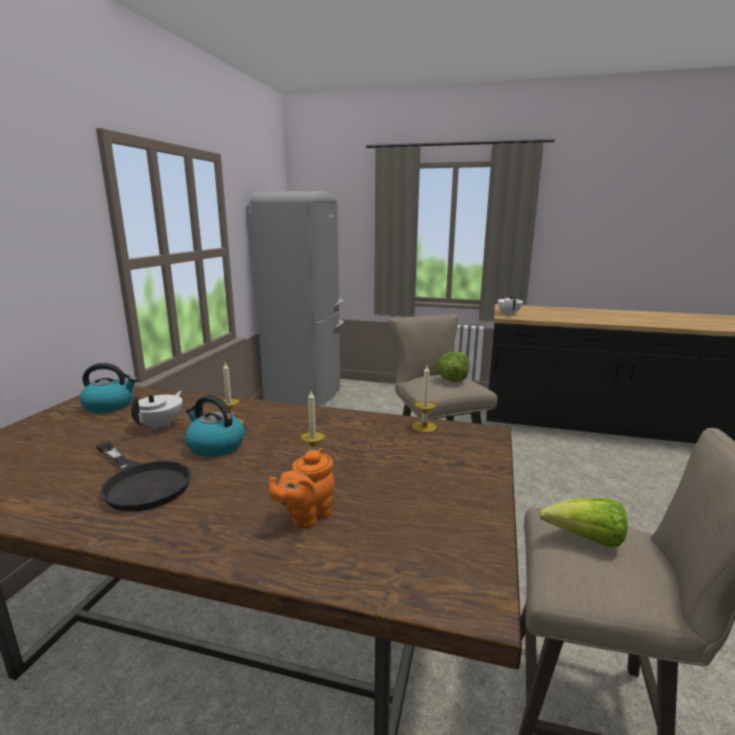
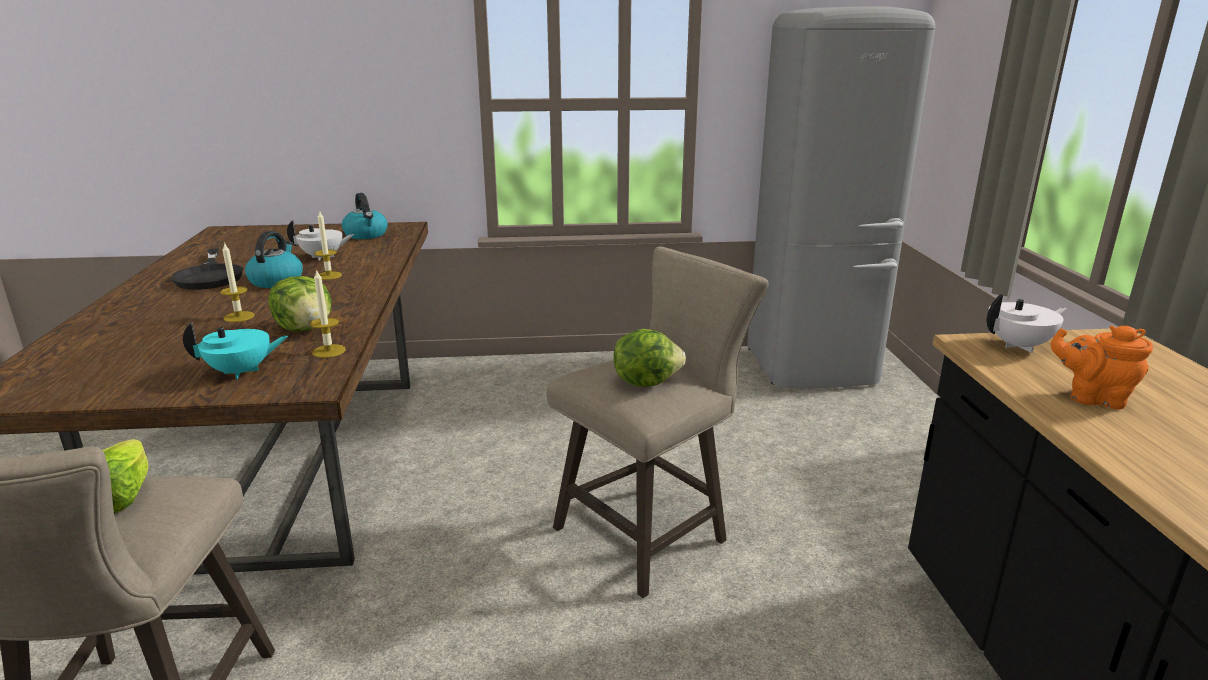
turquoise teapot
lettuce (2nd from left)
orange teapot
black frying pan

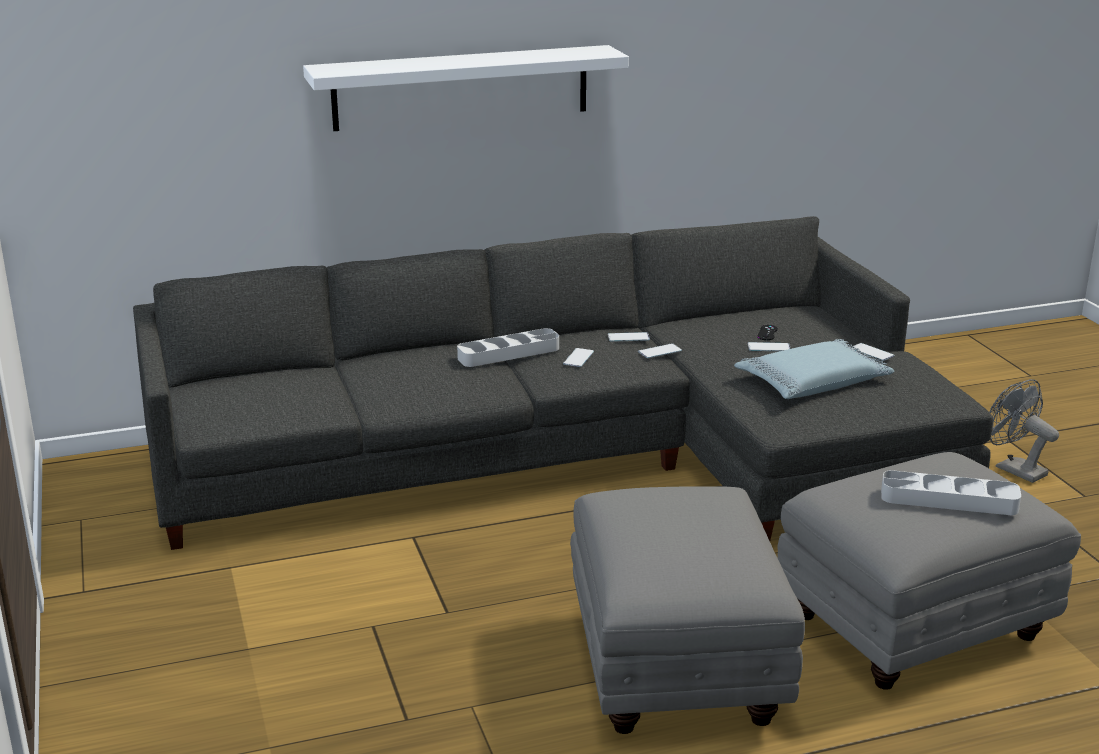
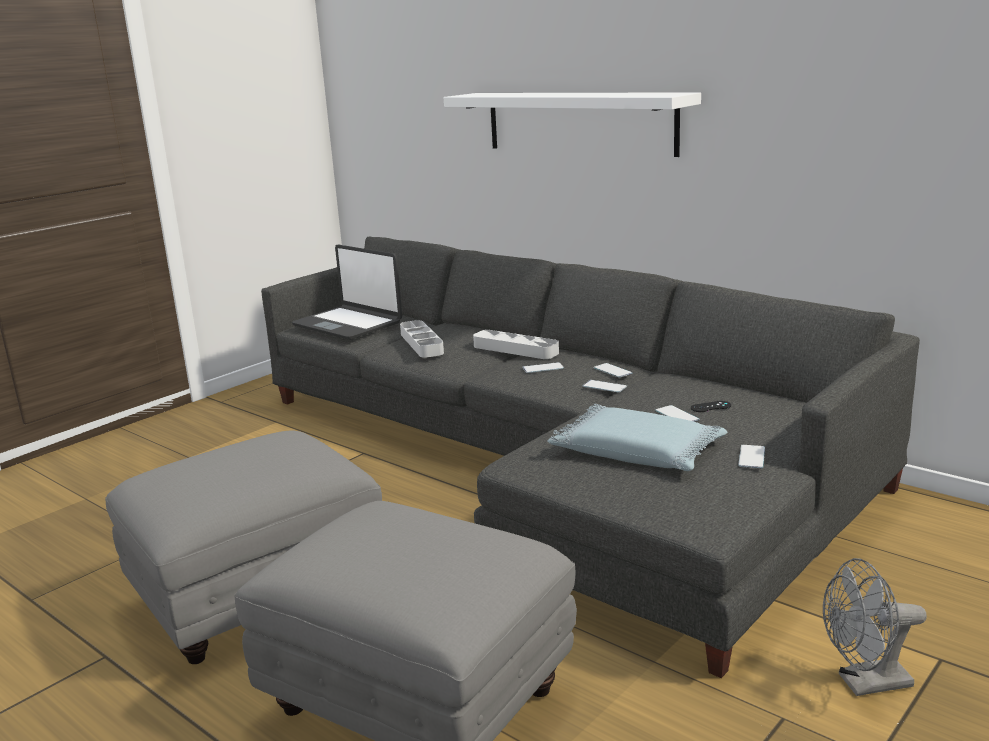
laptop
grey tray (1st from left)
grey fan

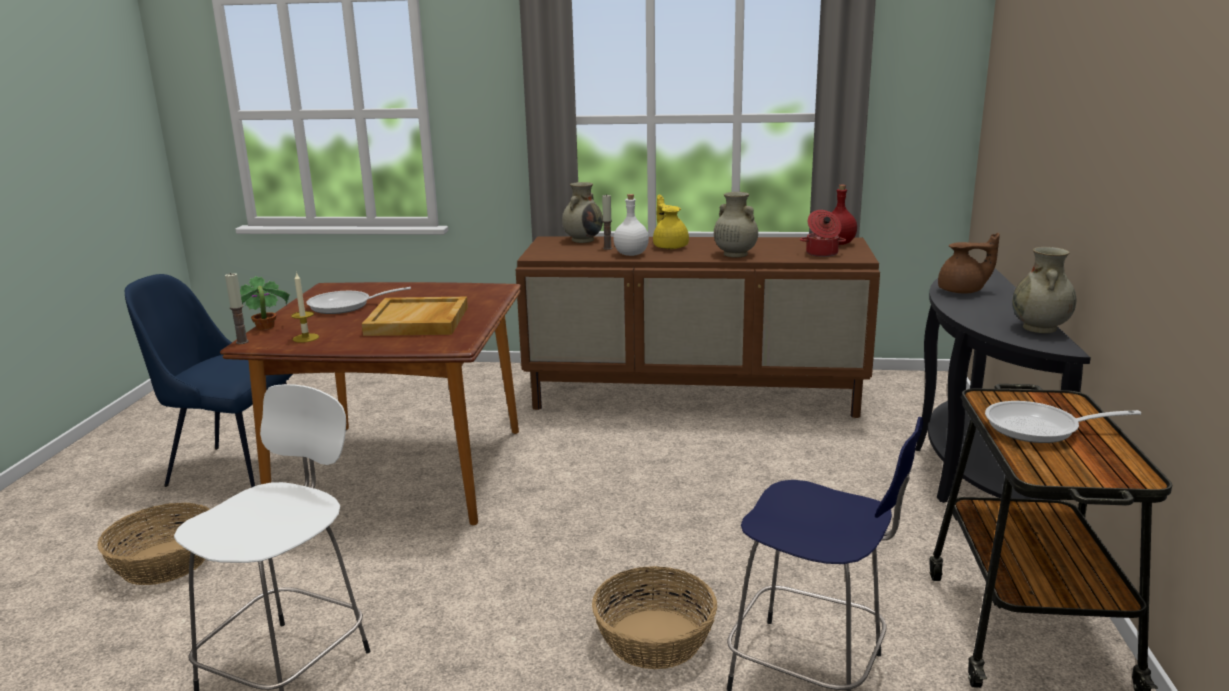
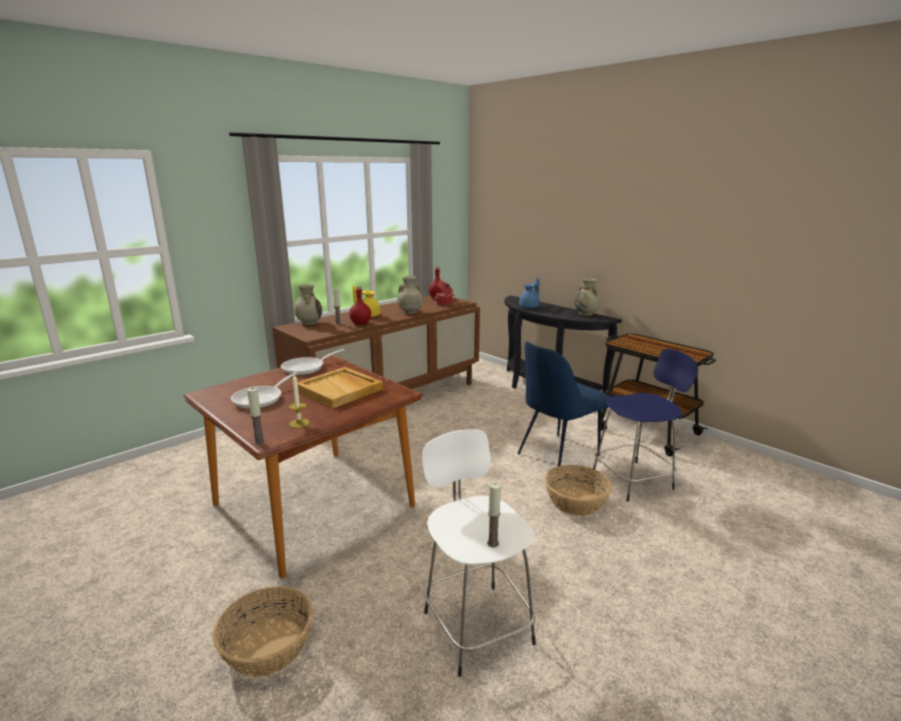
potted plant
candle (4th from left)
blue chair
frying pan (2nd from left)
red bottle (1st from left)
blue teapot

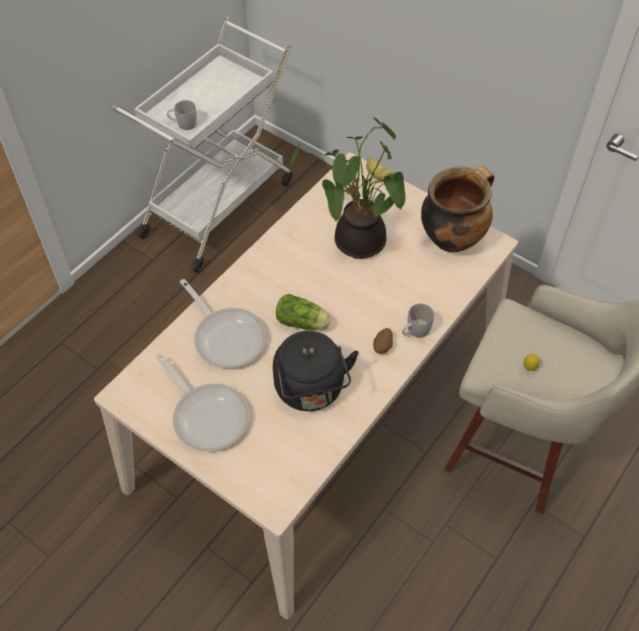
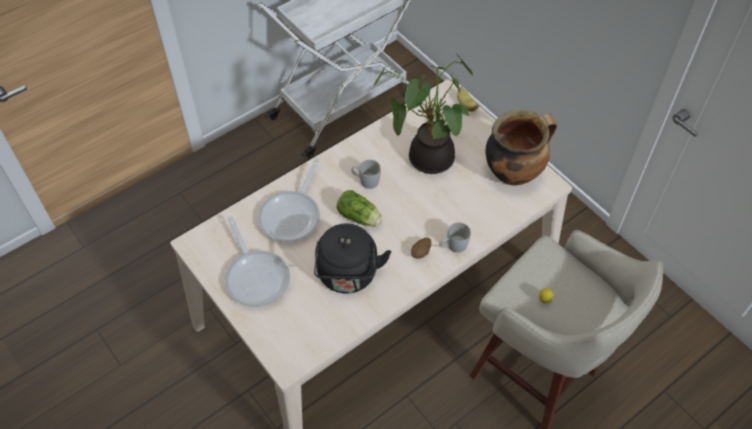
white mug (1st from left)
frying pan (2nd from left)

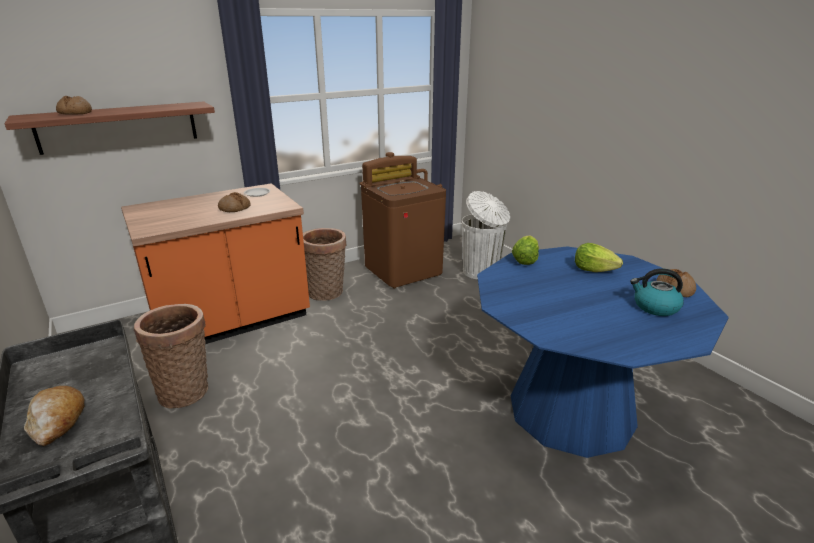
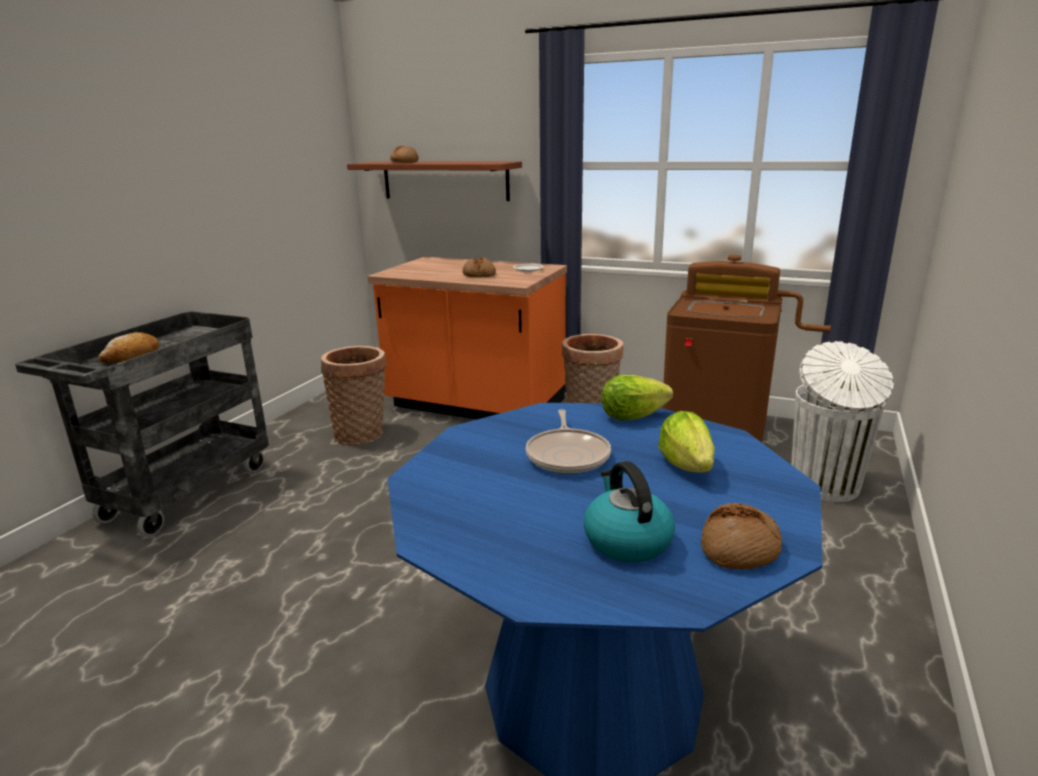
frying pan

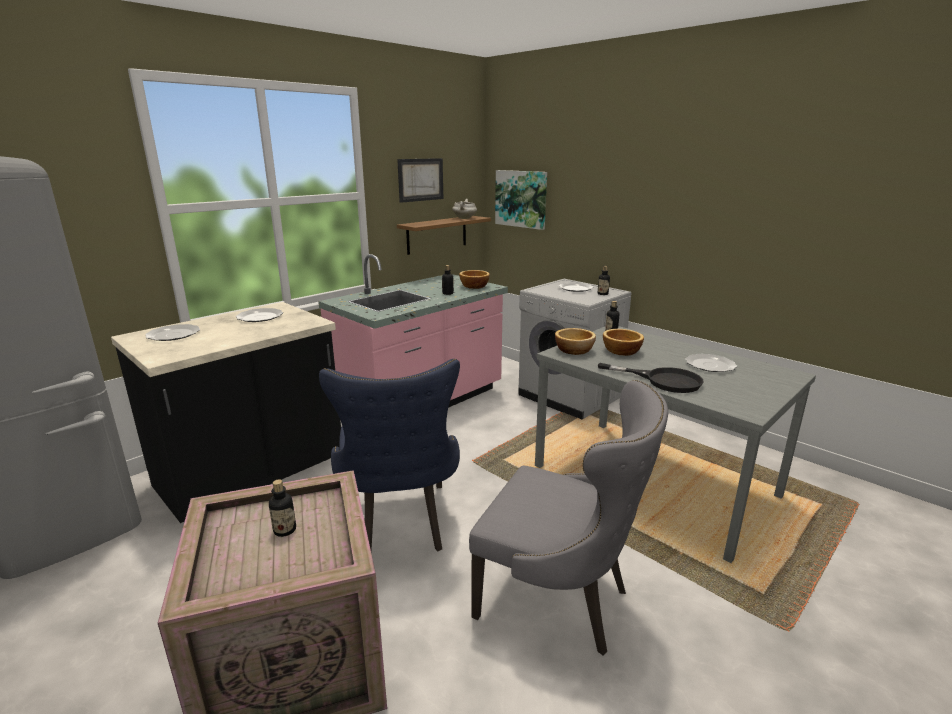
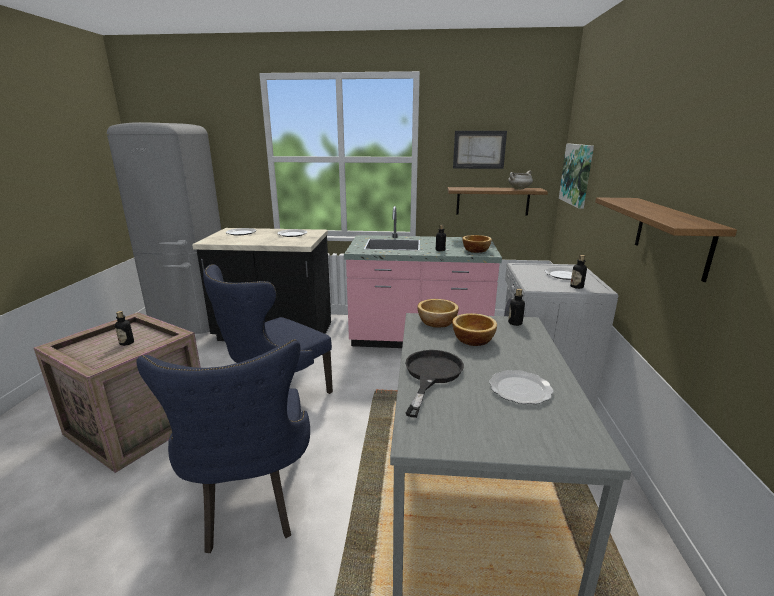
shelf (2nd from left)
blue chair (1st from left)
black frying pan

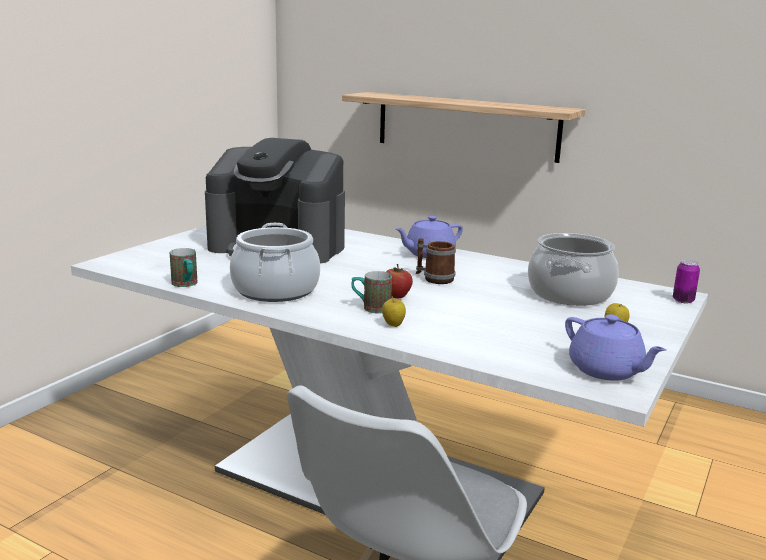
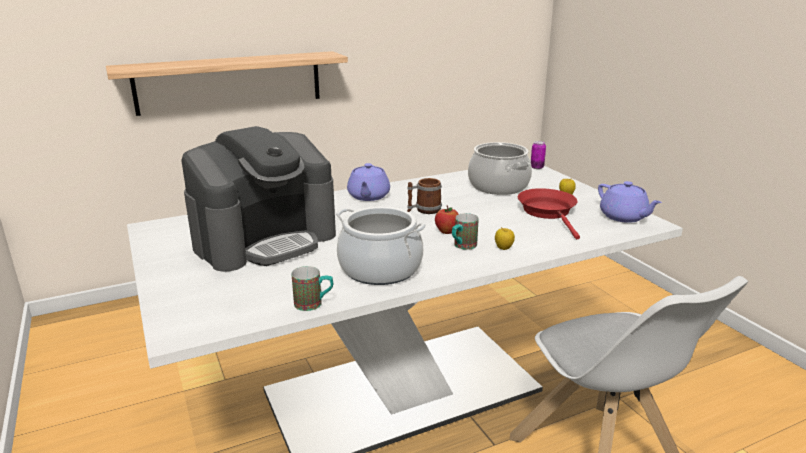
red frying pan
purple teapot (2nd from left)

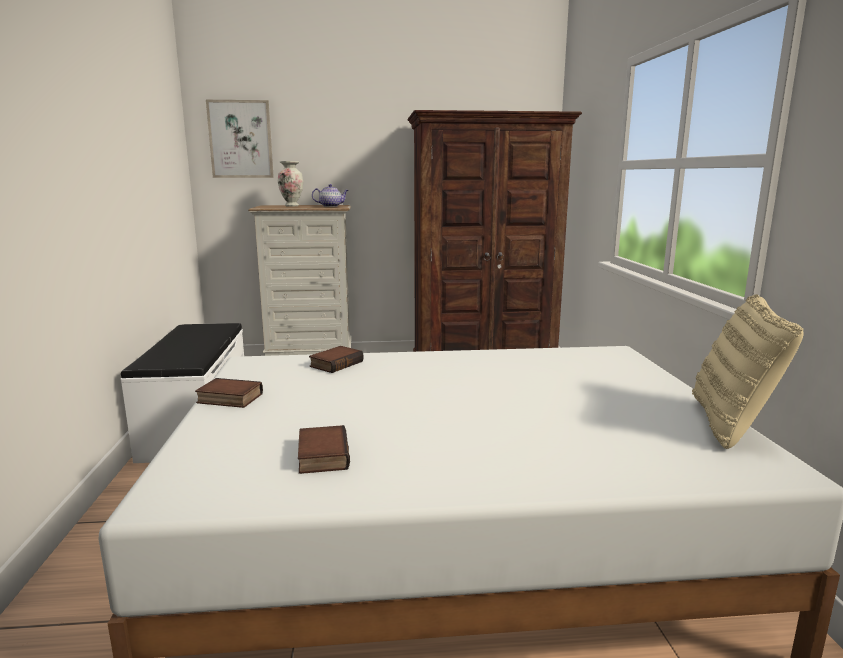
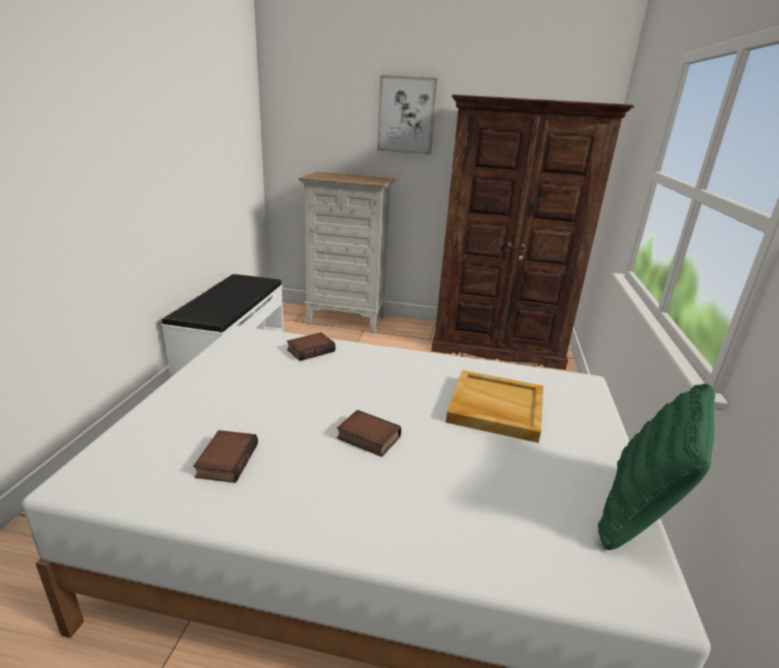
vase
teapot
beige tray
book (3rd from left)
picture
green pillow

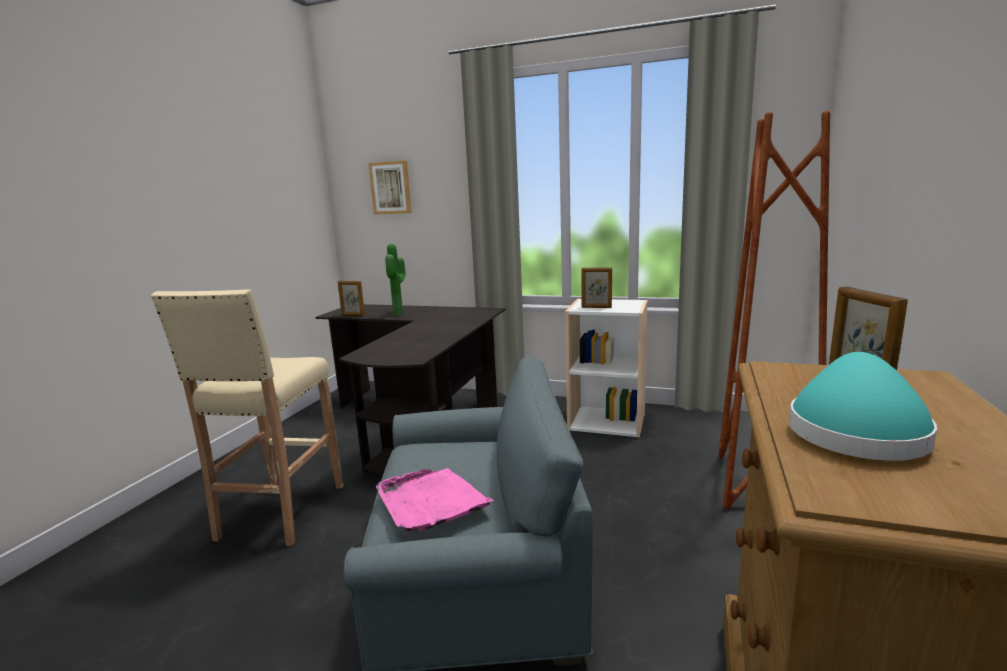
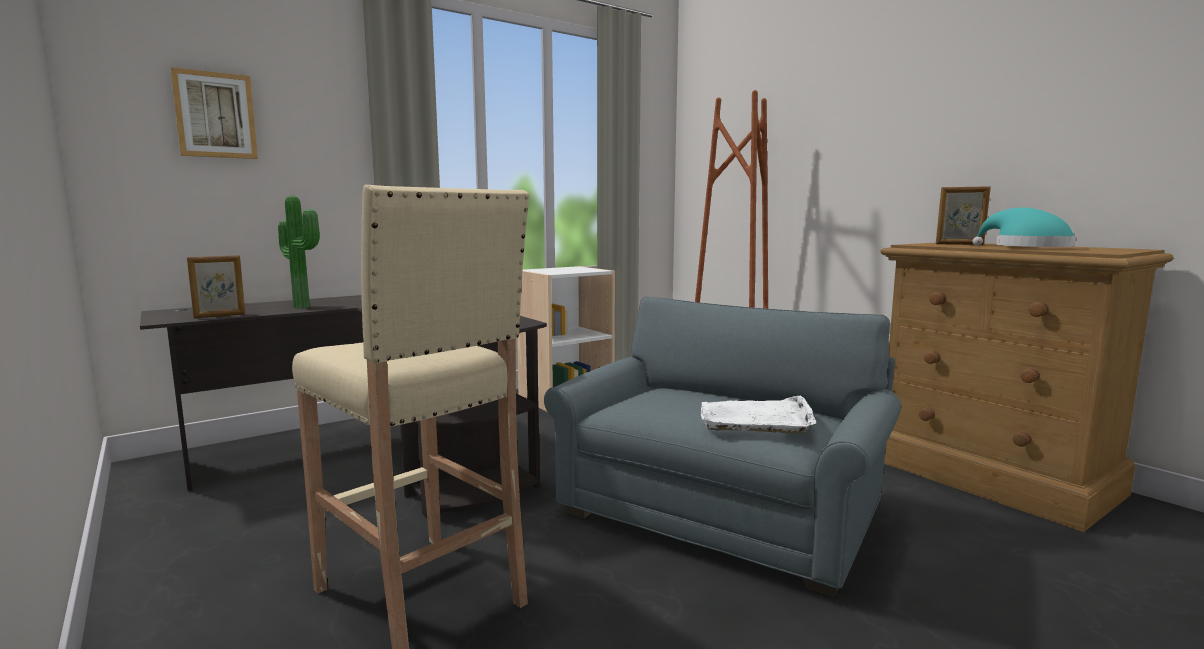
picture frame (2nd from left in the first image)
white tray

